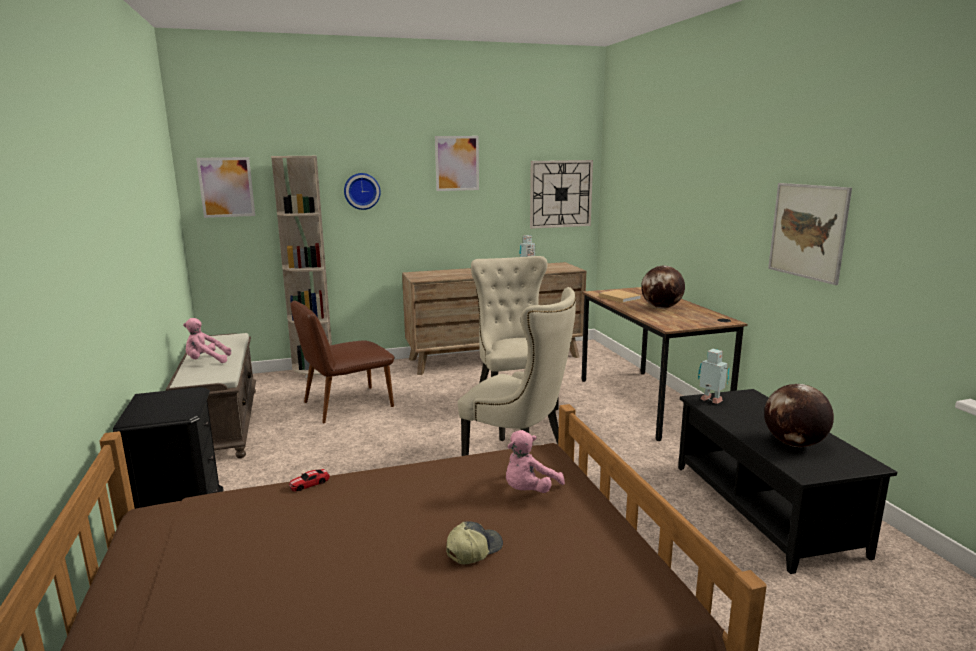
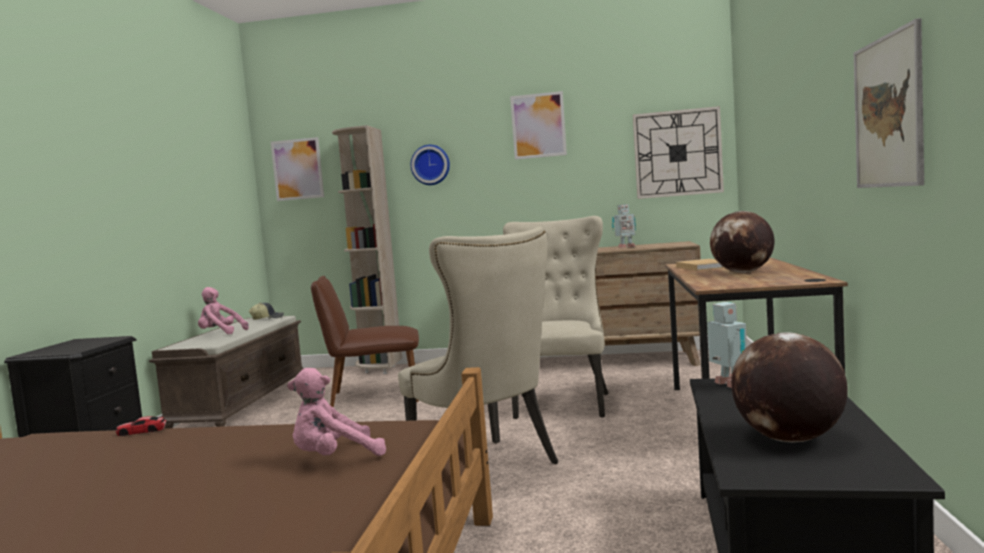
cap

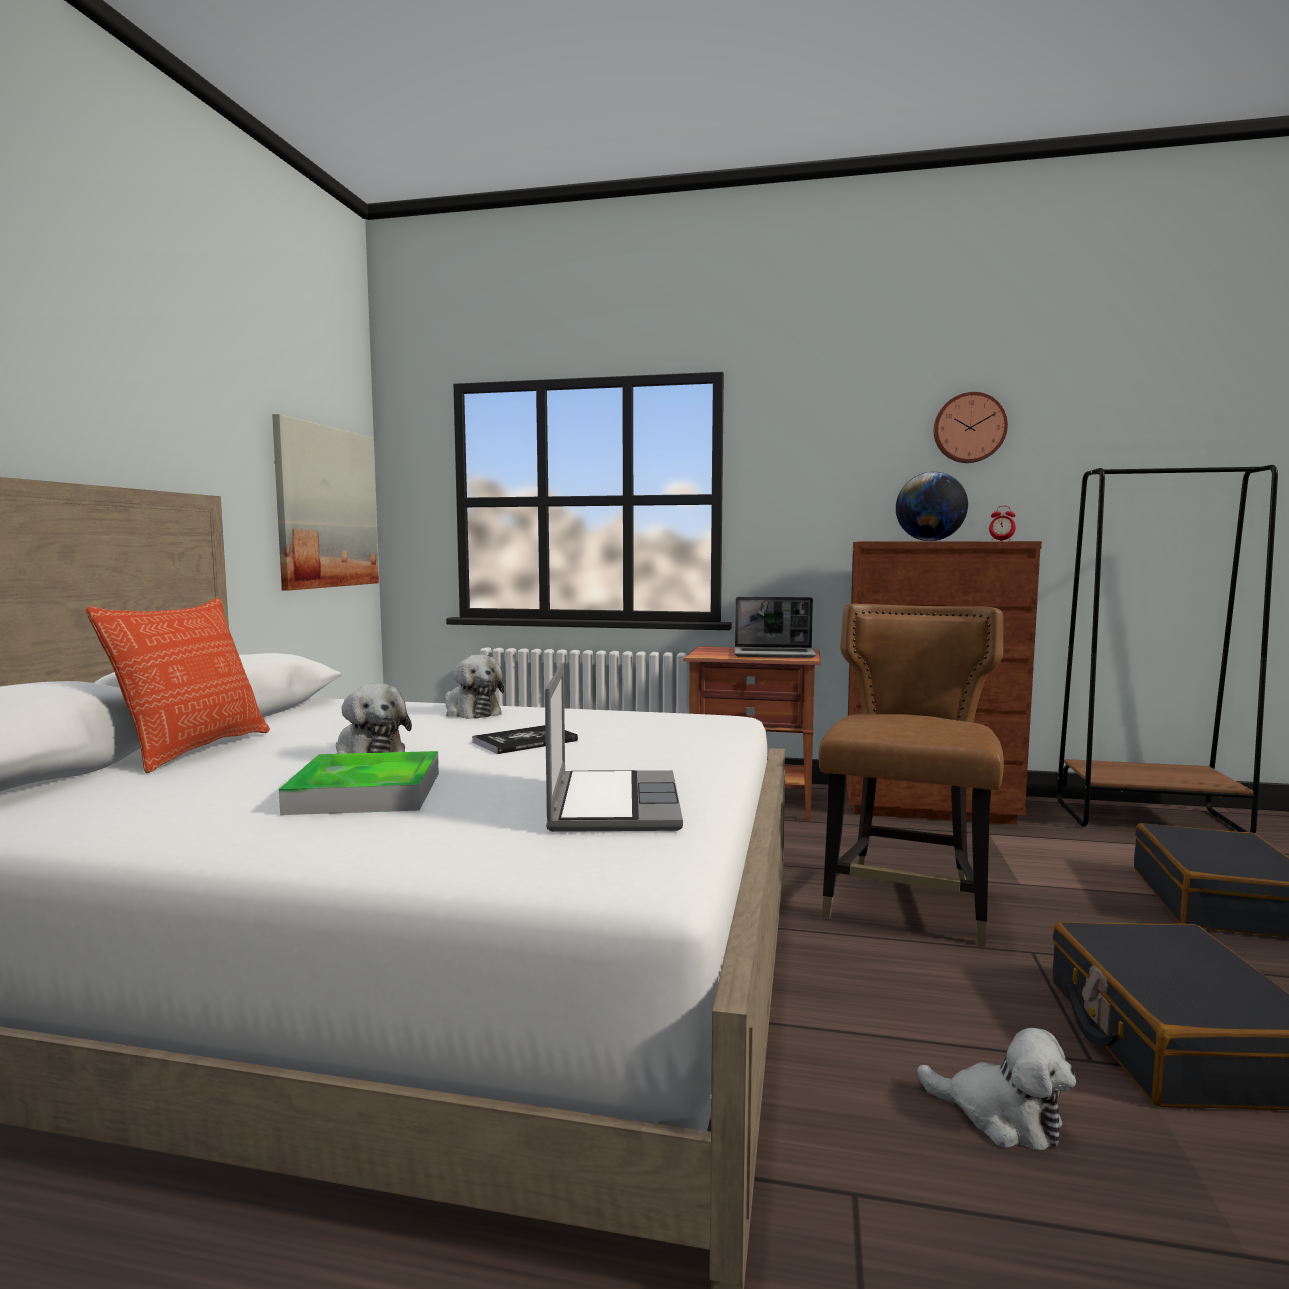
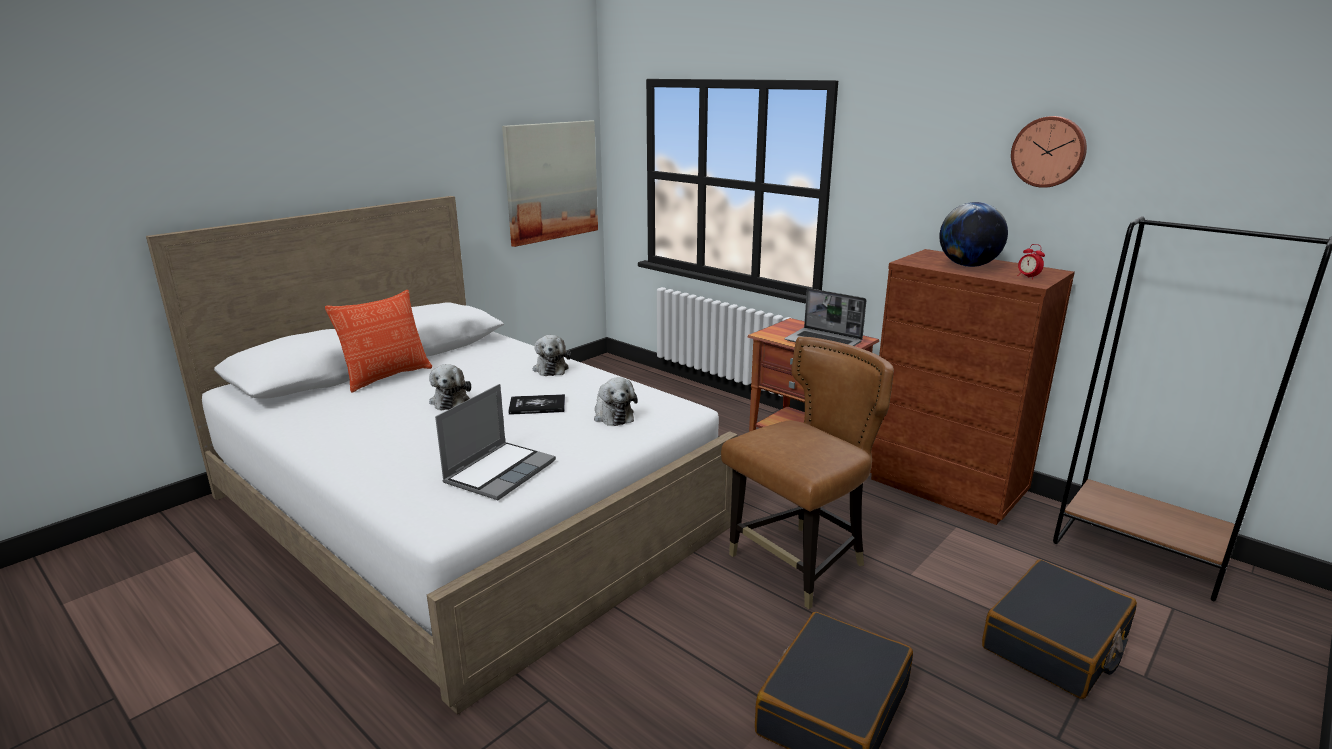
tray
plush toy (3rd from left)

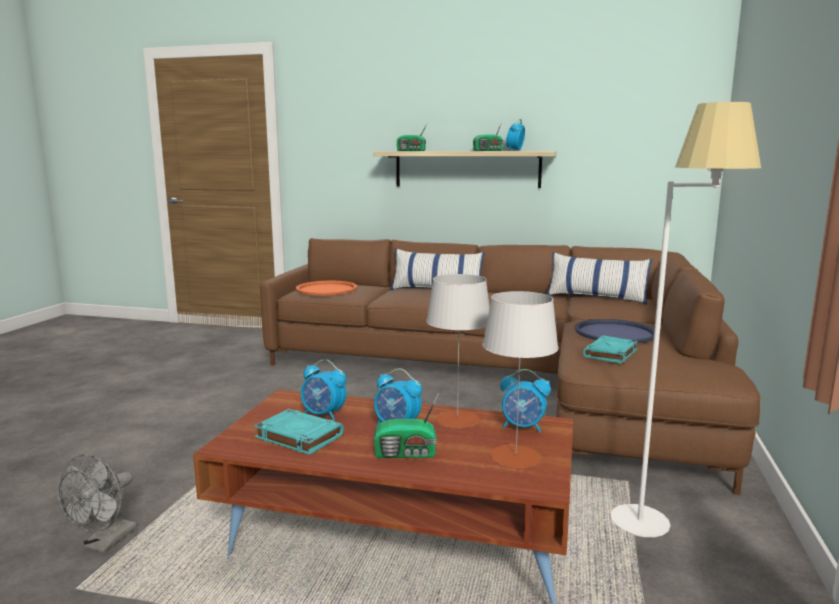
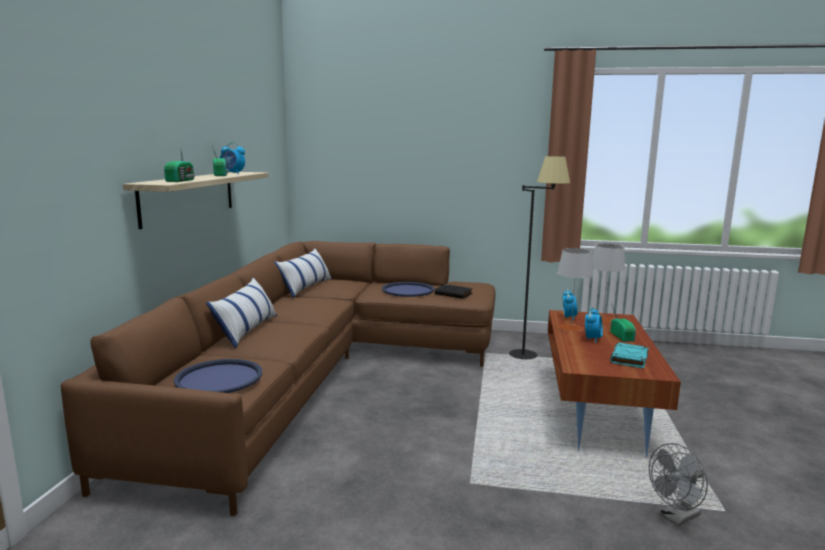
alarm clock (1st from left in the first image)
blue tray (1st from left)
black book
black floor lamp
grey fan

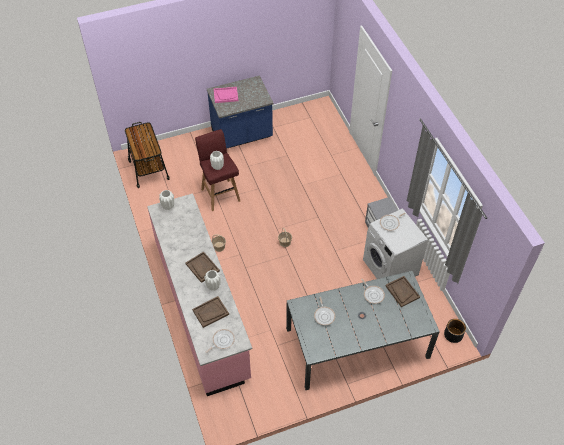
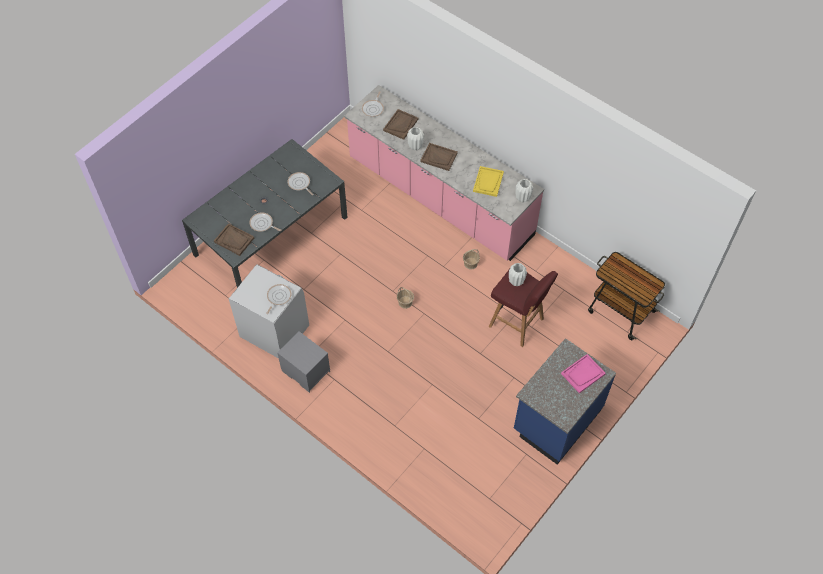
black planter
yellow tray

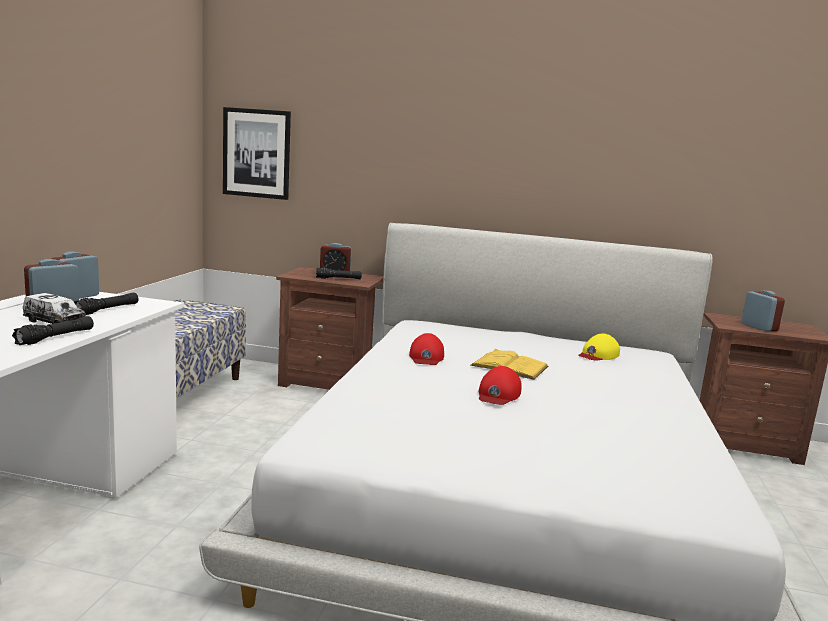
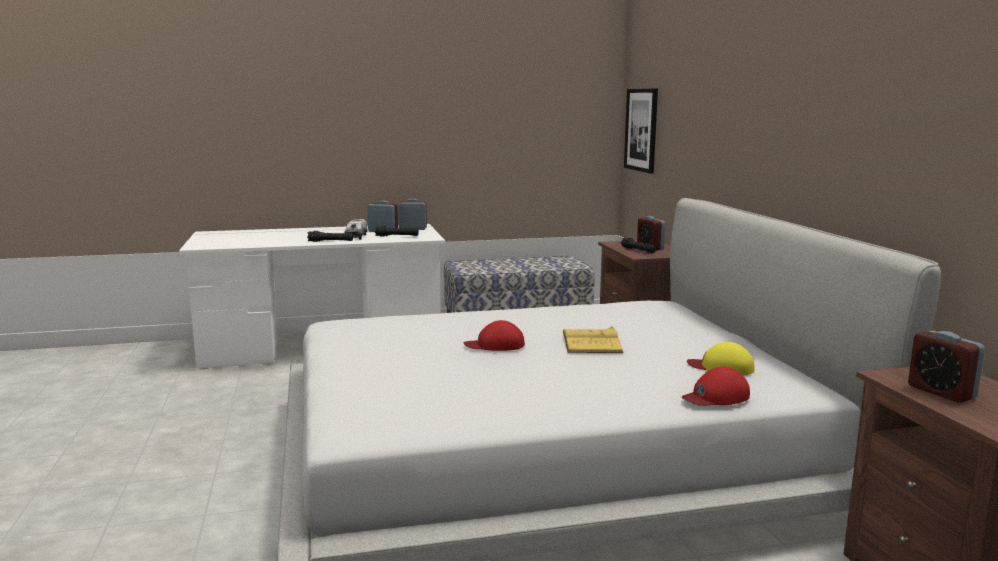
red cap (2nd from left)
alarm clock (4th from left)

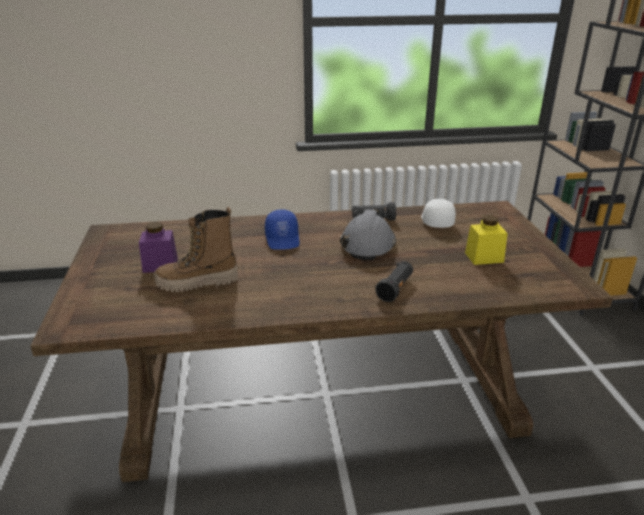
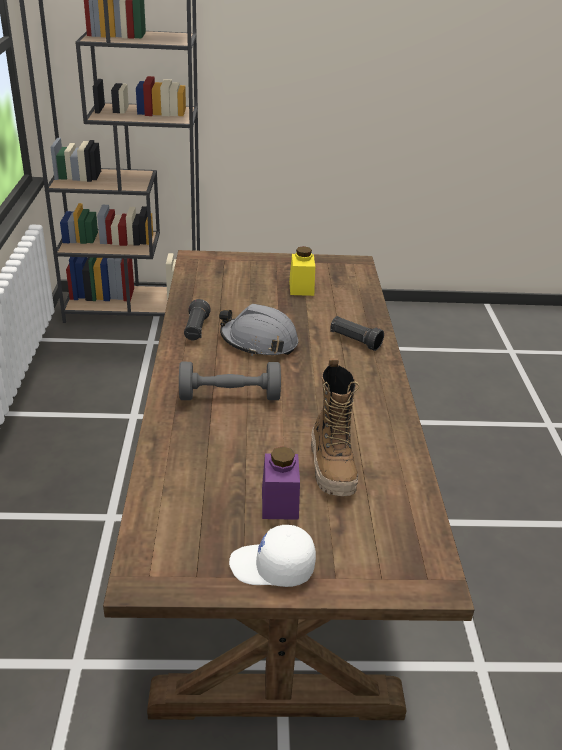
white cap
grey dumbbell

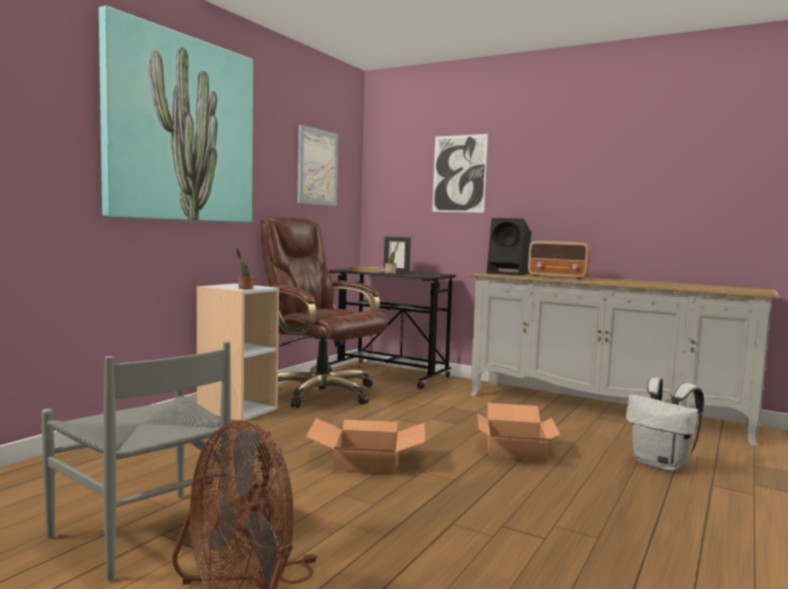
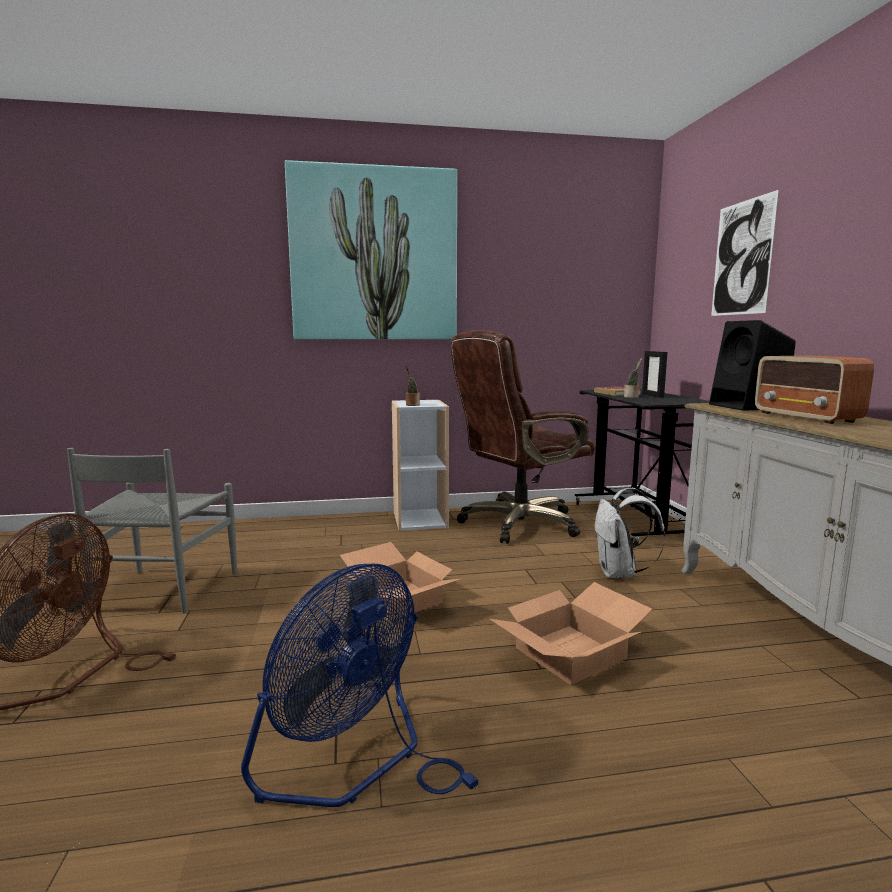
picture (2nd from left in the first image)
blue fan
white backpack
brown office chair

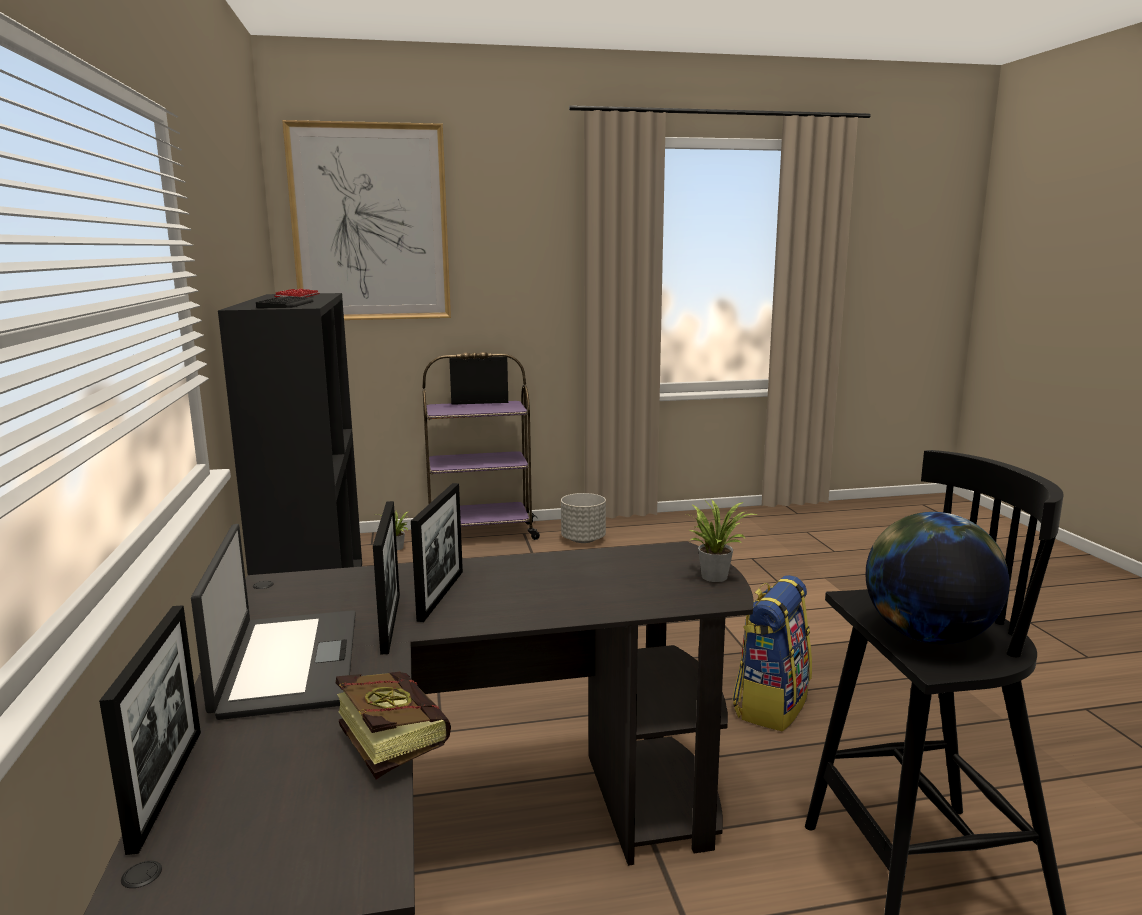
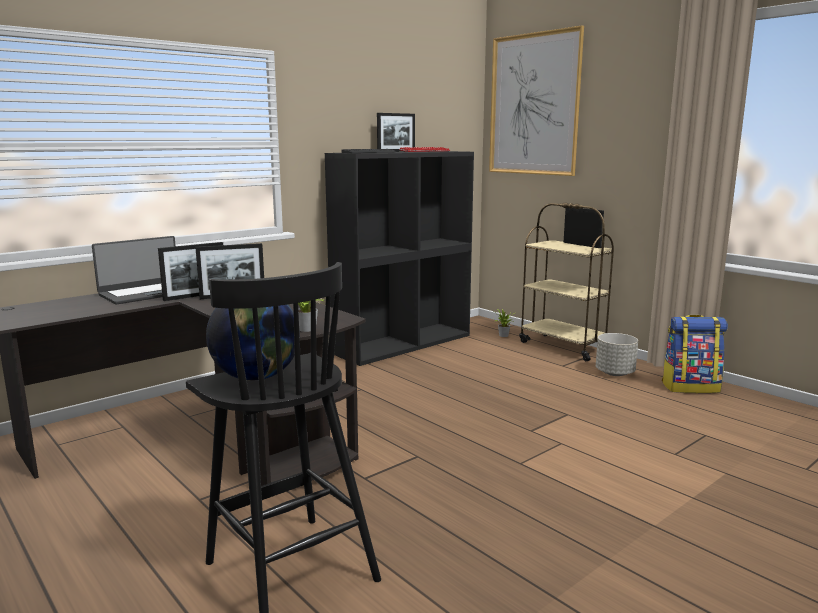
book
picture frame (3rd from left)
backpack
beige cart

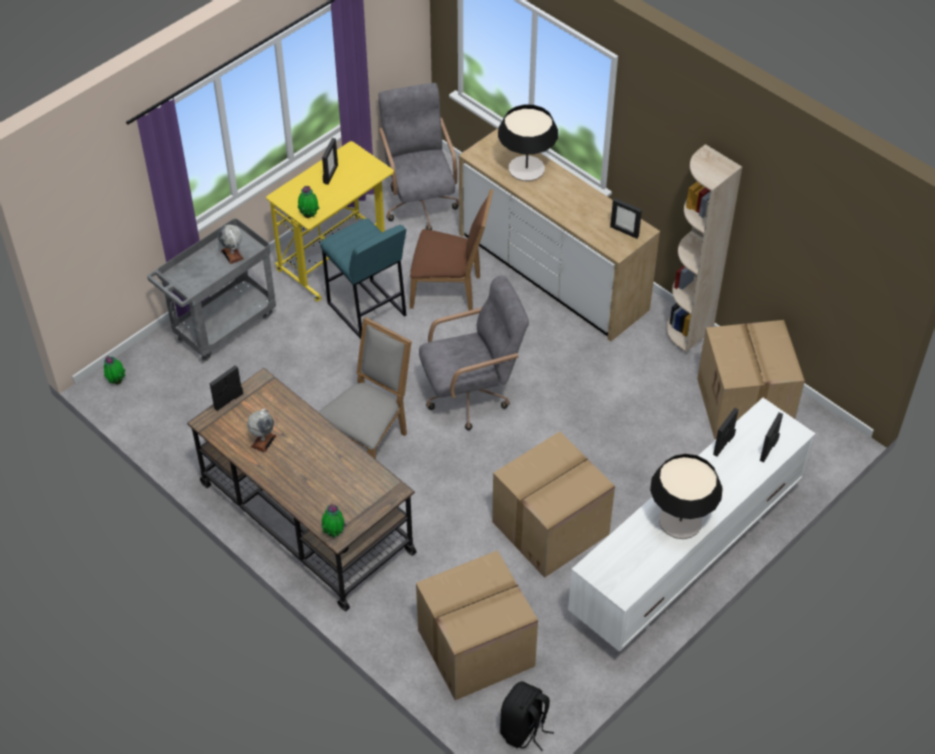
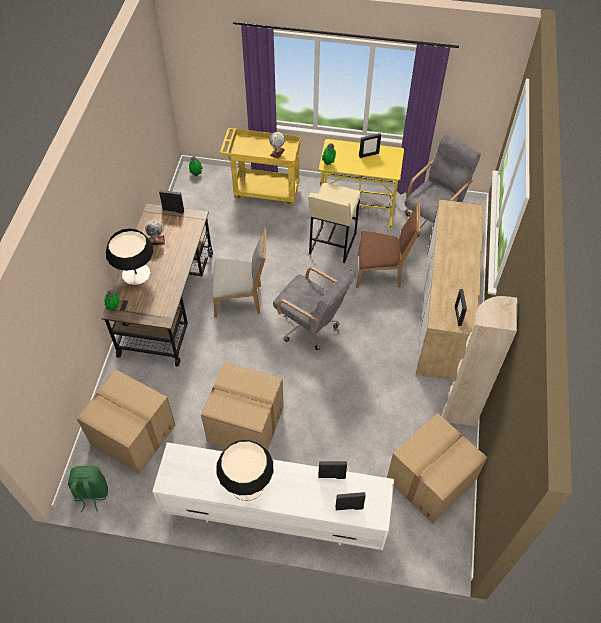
table lamp (1st from left)
yellow cart
beige stool
green backpack
brown chair

